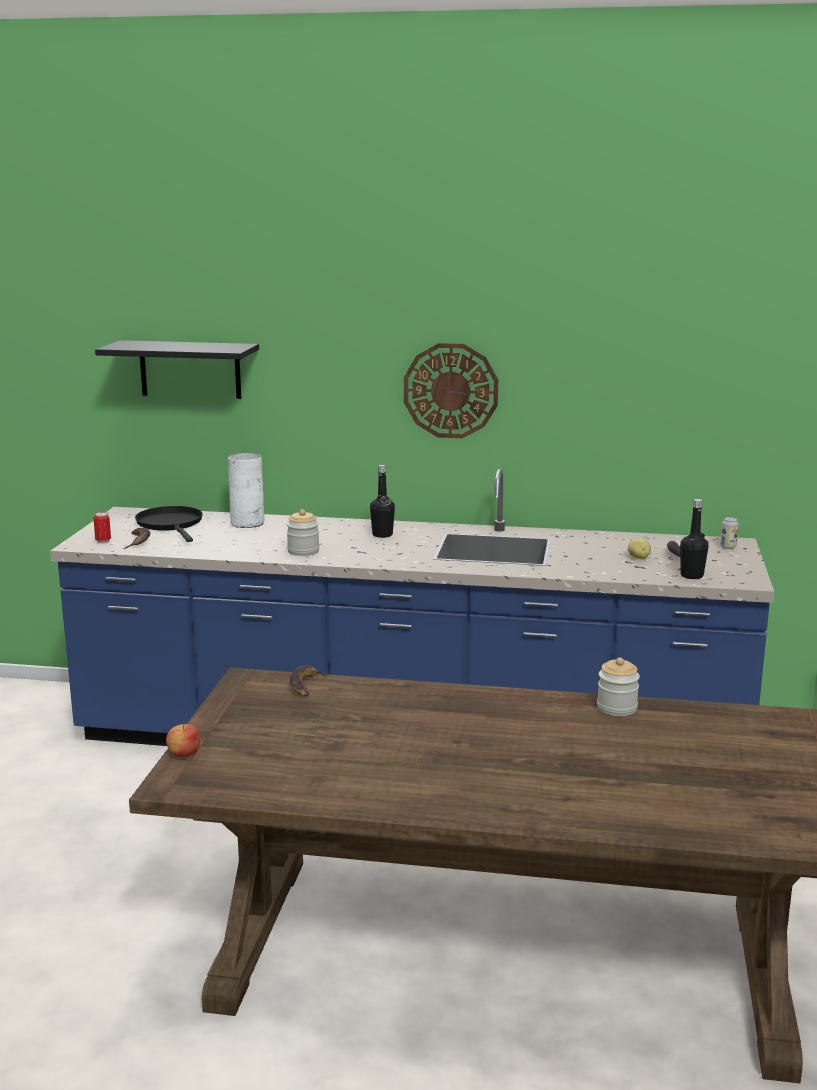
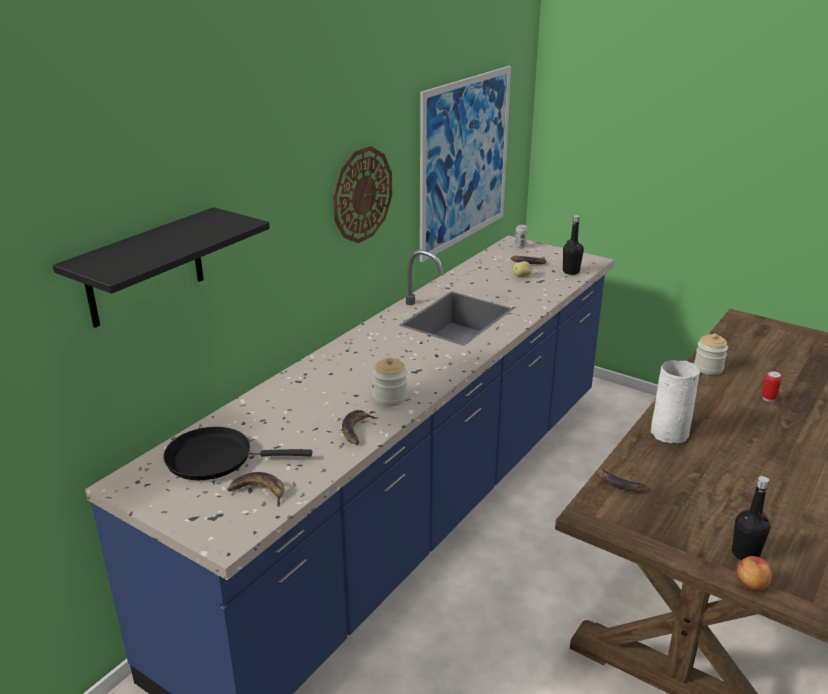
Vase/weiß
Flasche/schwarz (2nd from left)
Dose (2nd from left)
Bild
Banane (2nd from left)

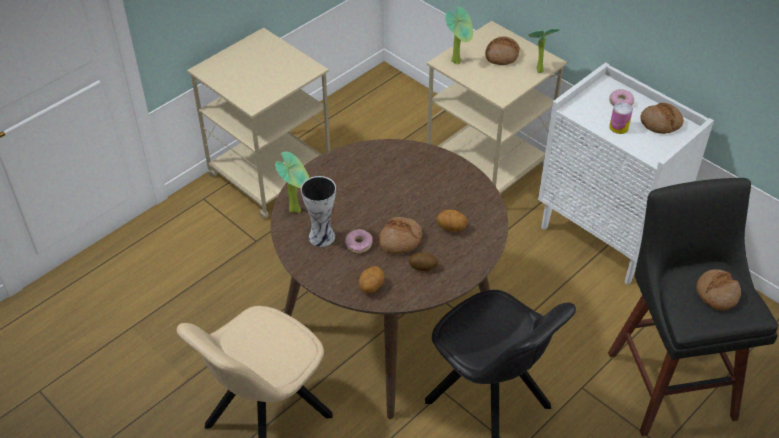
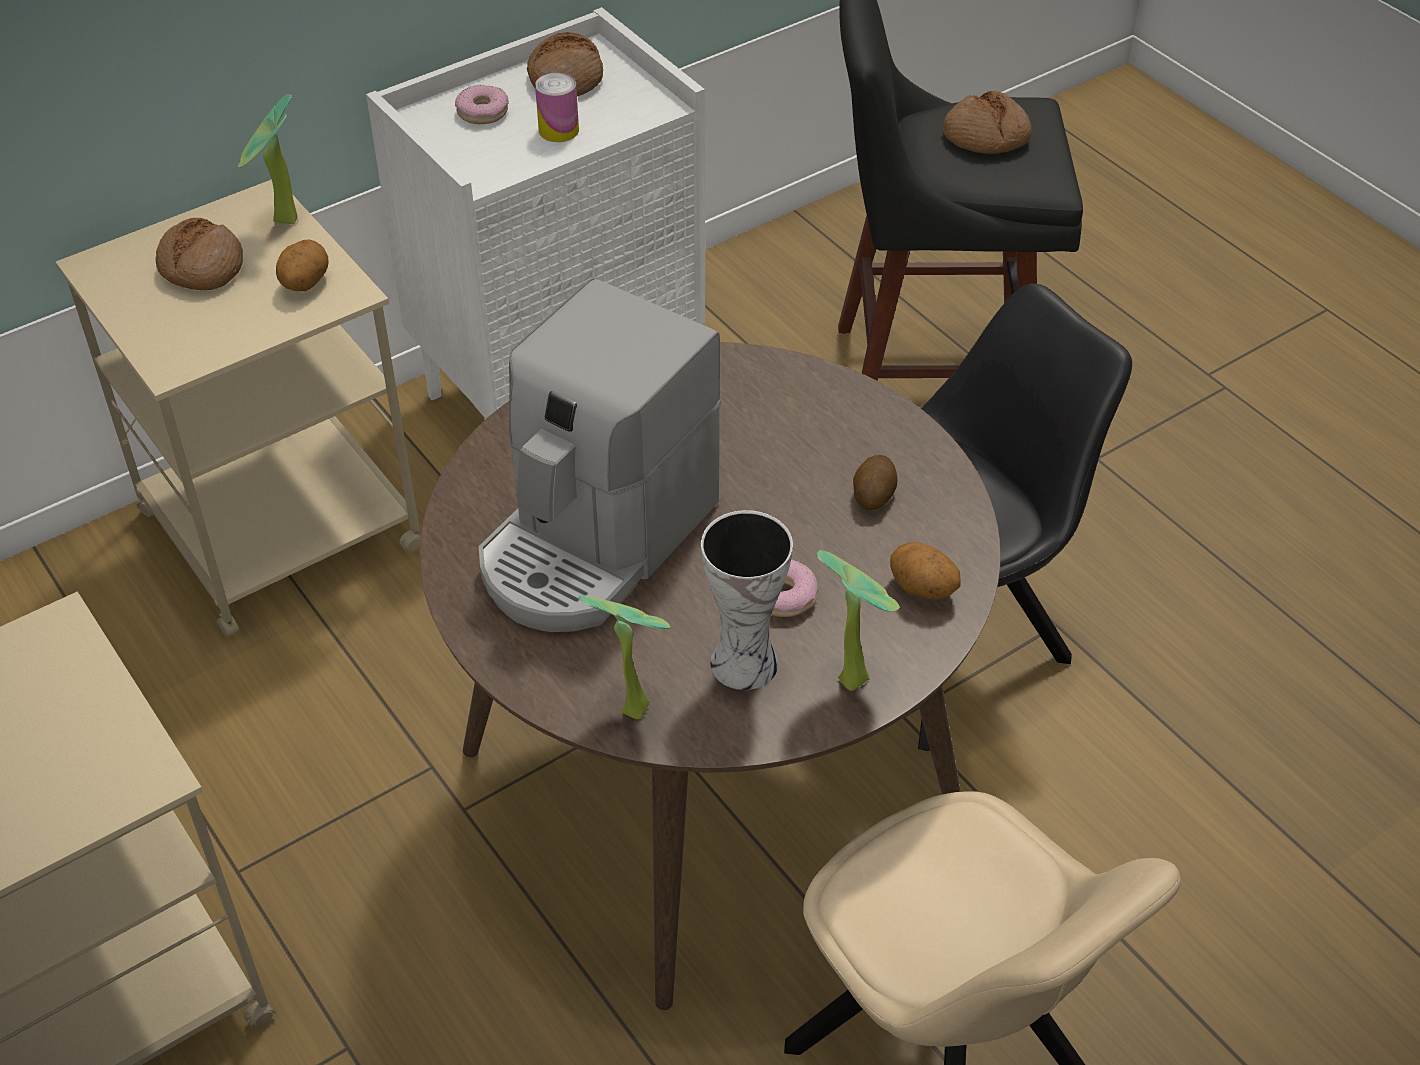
Topfpflanze (3rd from left)
Kartoffel (1st from left)
Brot (1st from left in the first image)
Kaffeemaschine

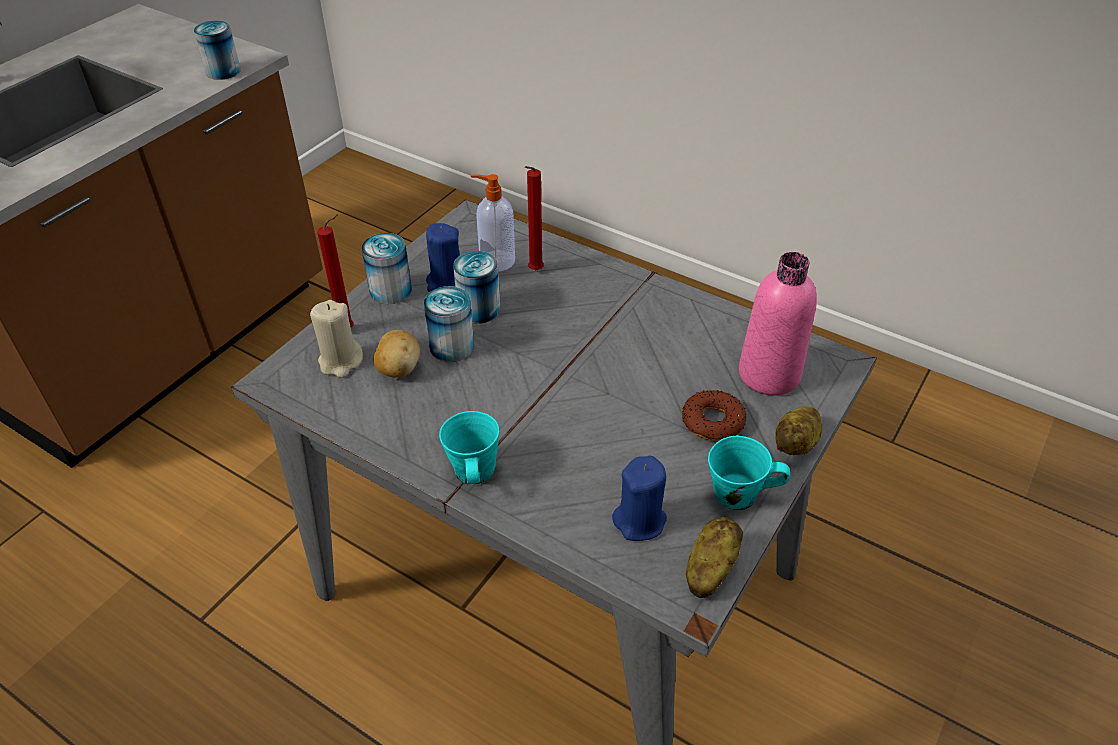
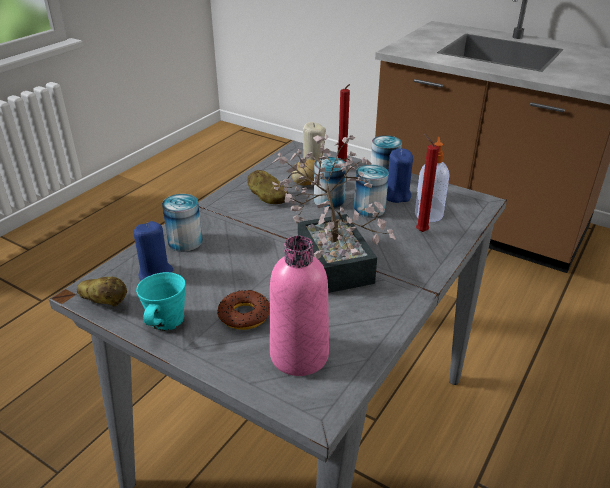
Dose (1st from left)
Kartoffel (2nd from left)
Henkelbecher/türkis (1st from left in the first image)
Topfpflanze

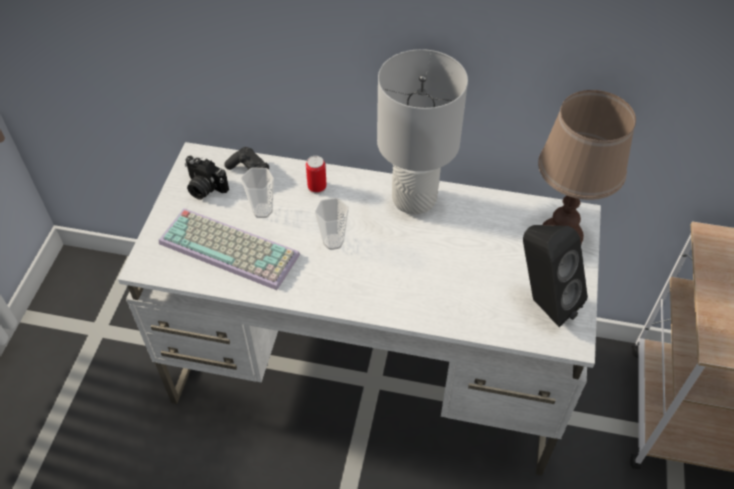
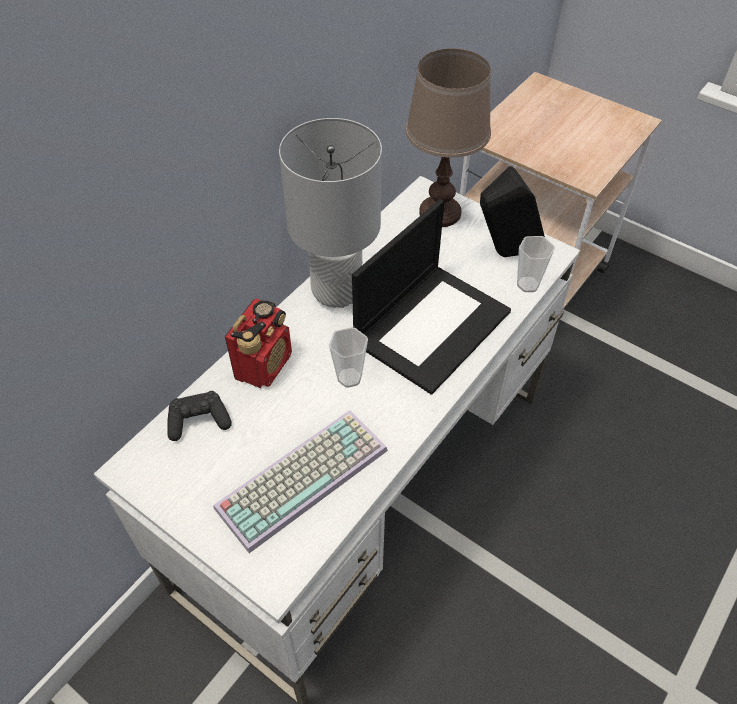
Kamera
Radio
Tasse (2nd from left)
Laptop

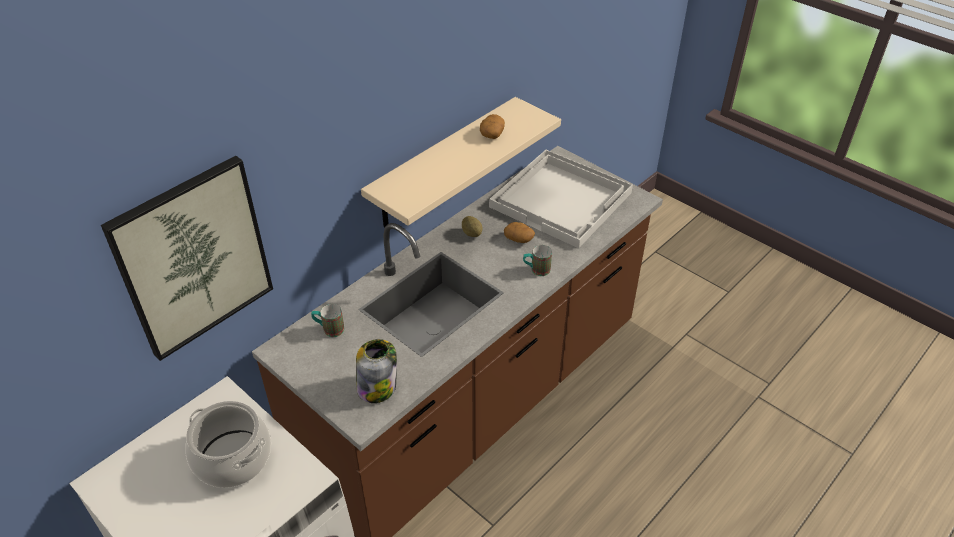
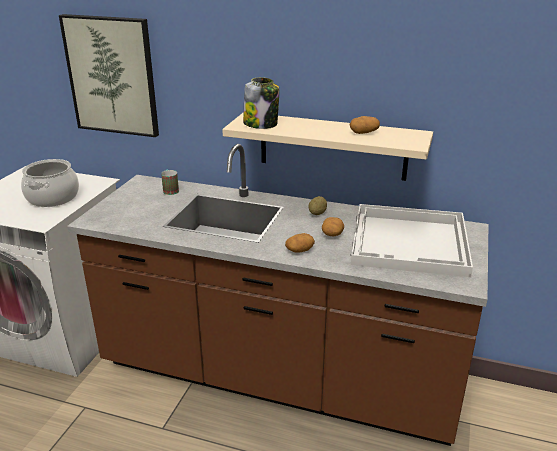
Kartoffel (1st from left)
Vorratsglas

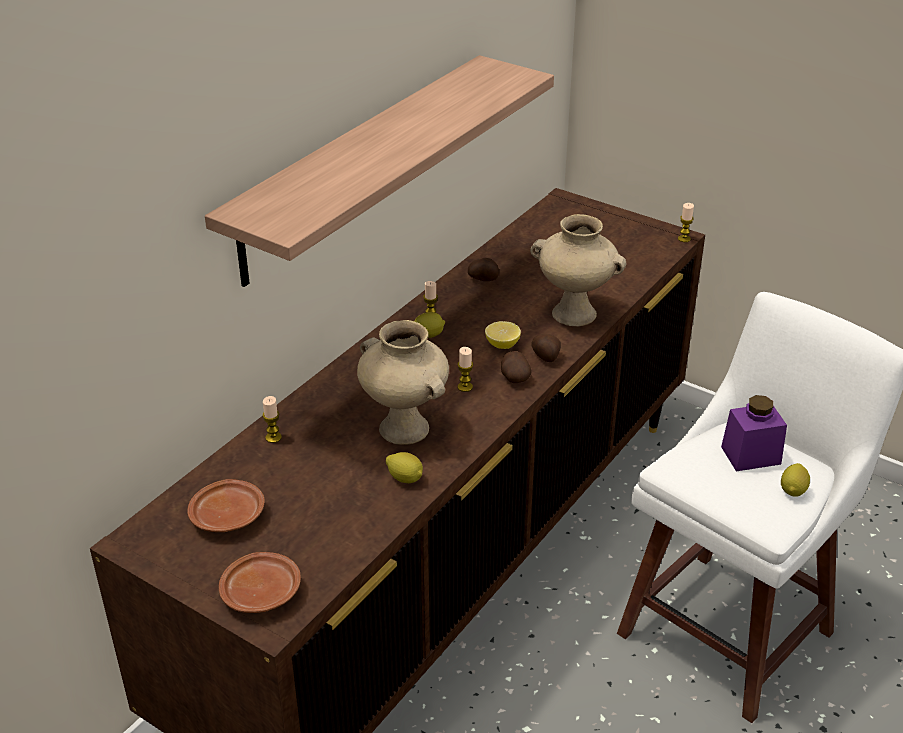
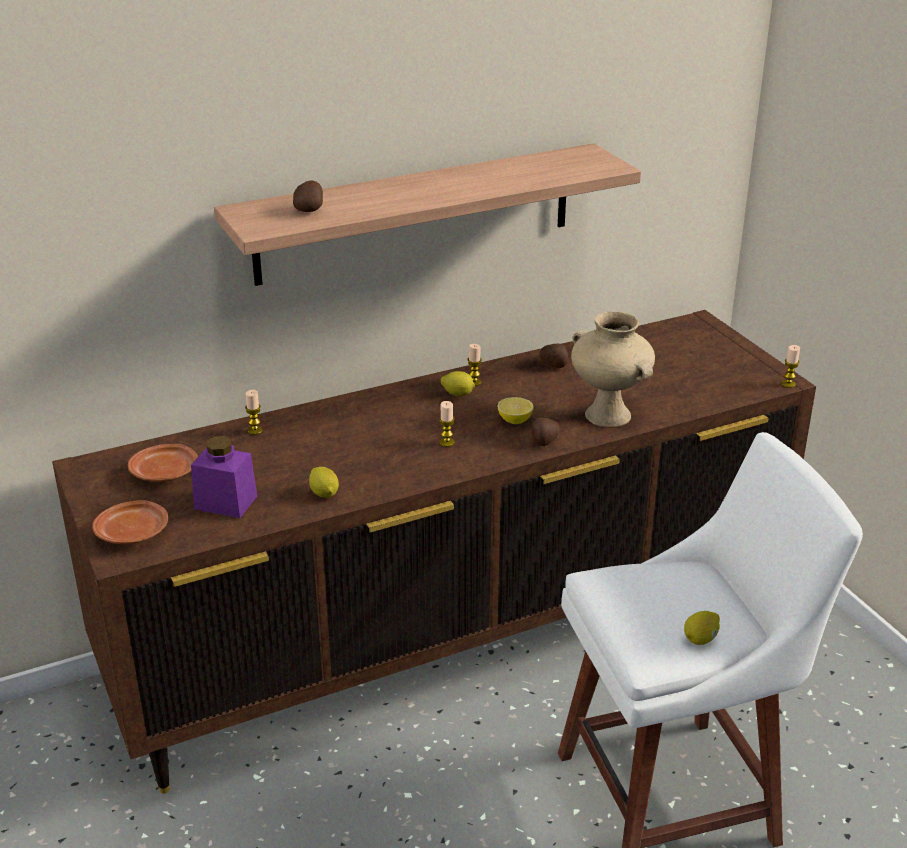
Vase/beige (1st from left in the first image)
Kartoffel (1st from left)
Vorratsglas/lila

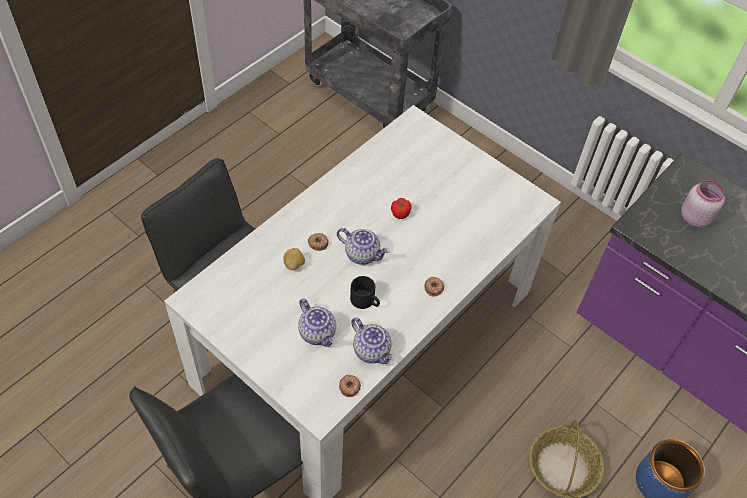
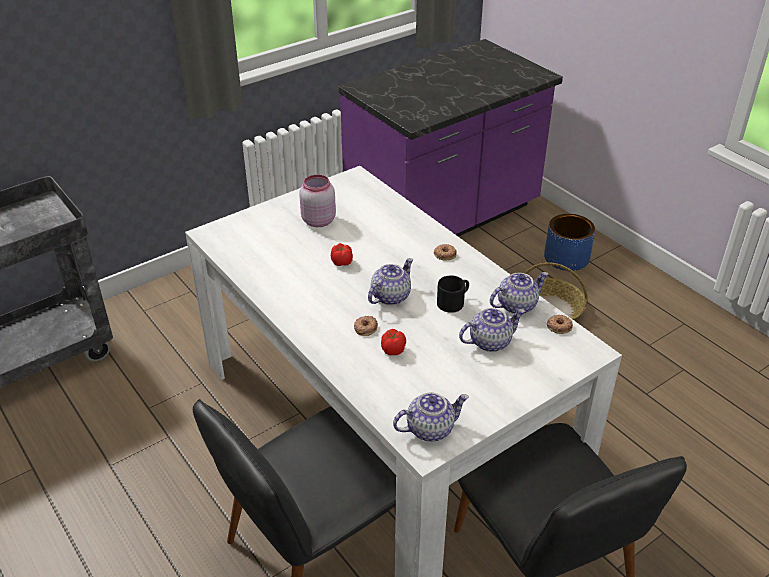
Vorratsglas/rosa
Tomate (2nd from left)
Teekanne (2nd from left)

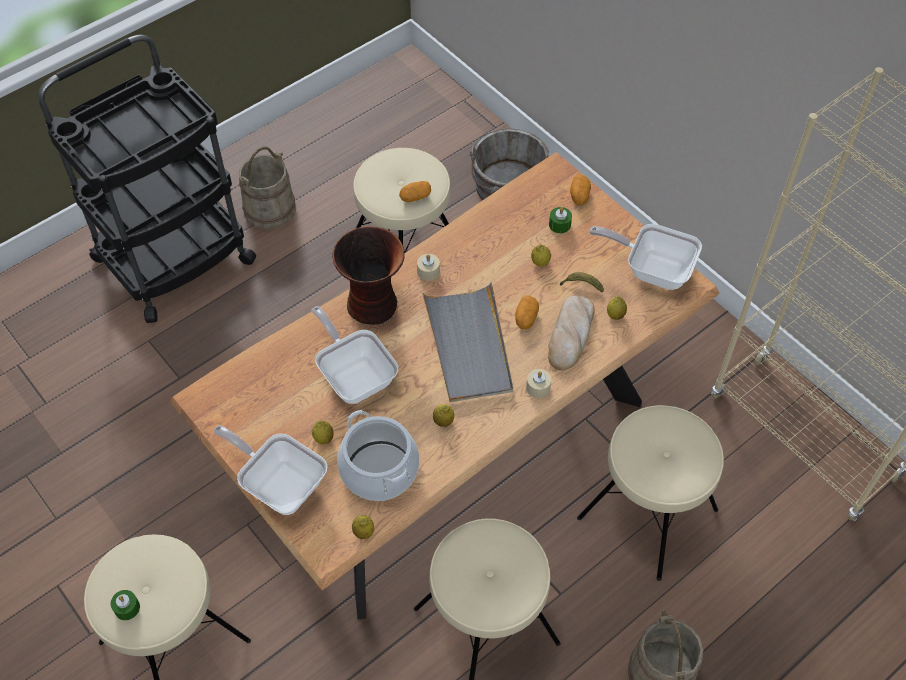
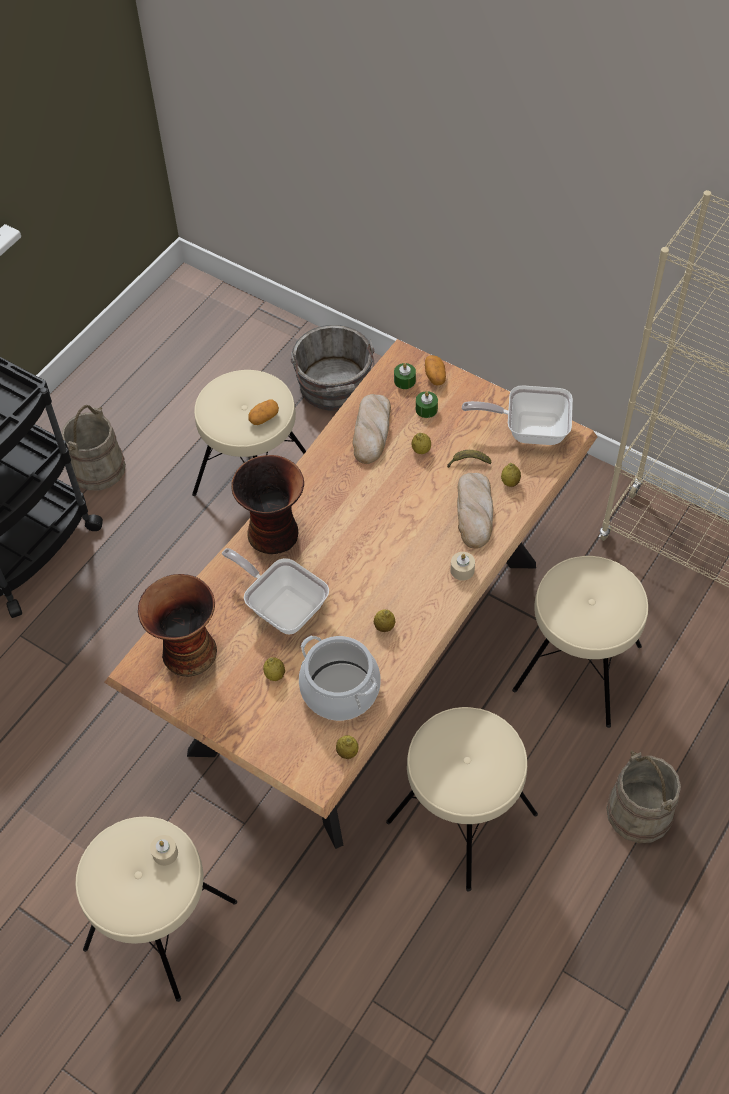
Kerze/beige (1st from left)
Tablett/grau
Kartoffel (2nd from left in the first image)
Pfanne (1st from left in the first image)
Kerze/grün (1st from left)
Brot (1st from left)
Vase (1st from left)

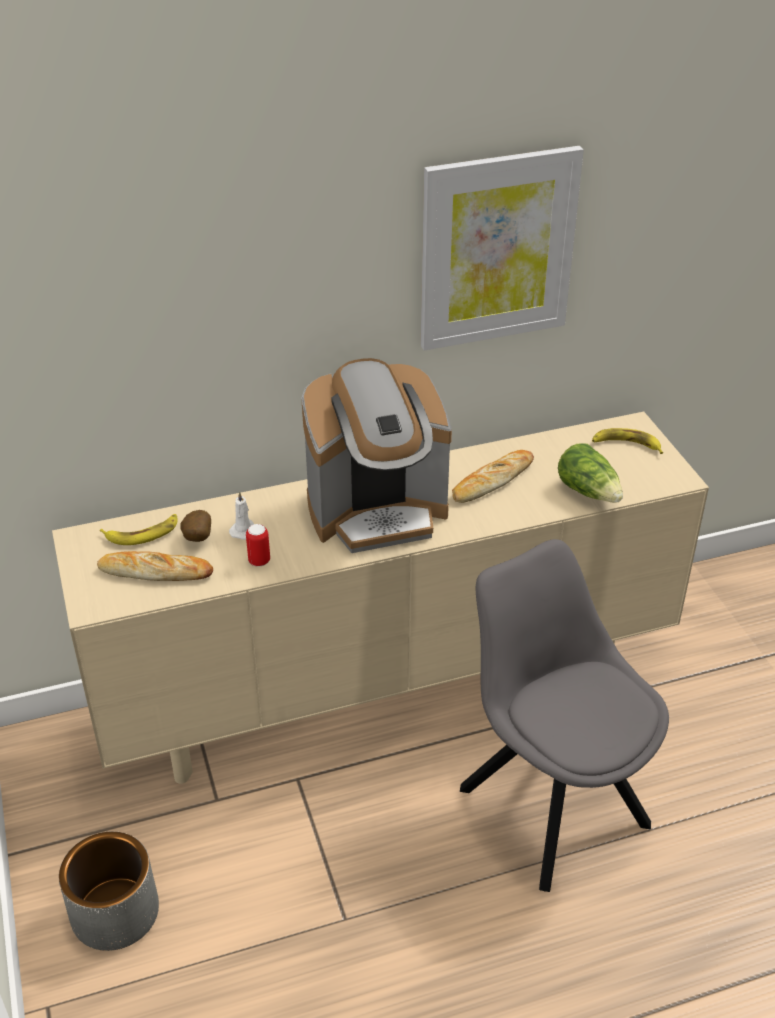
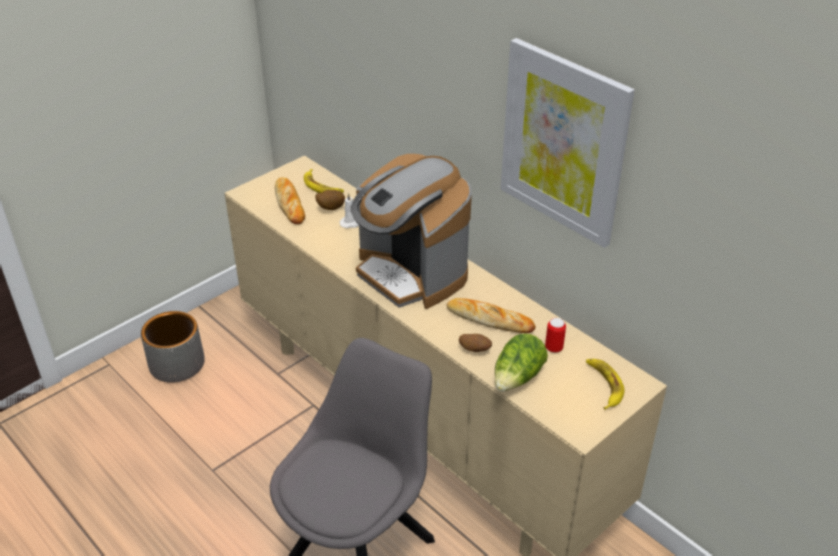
Dose
Kartoffel (2nd from left)

